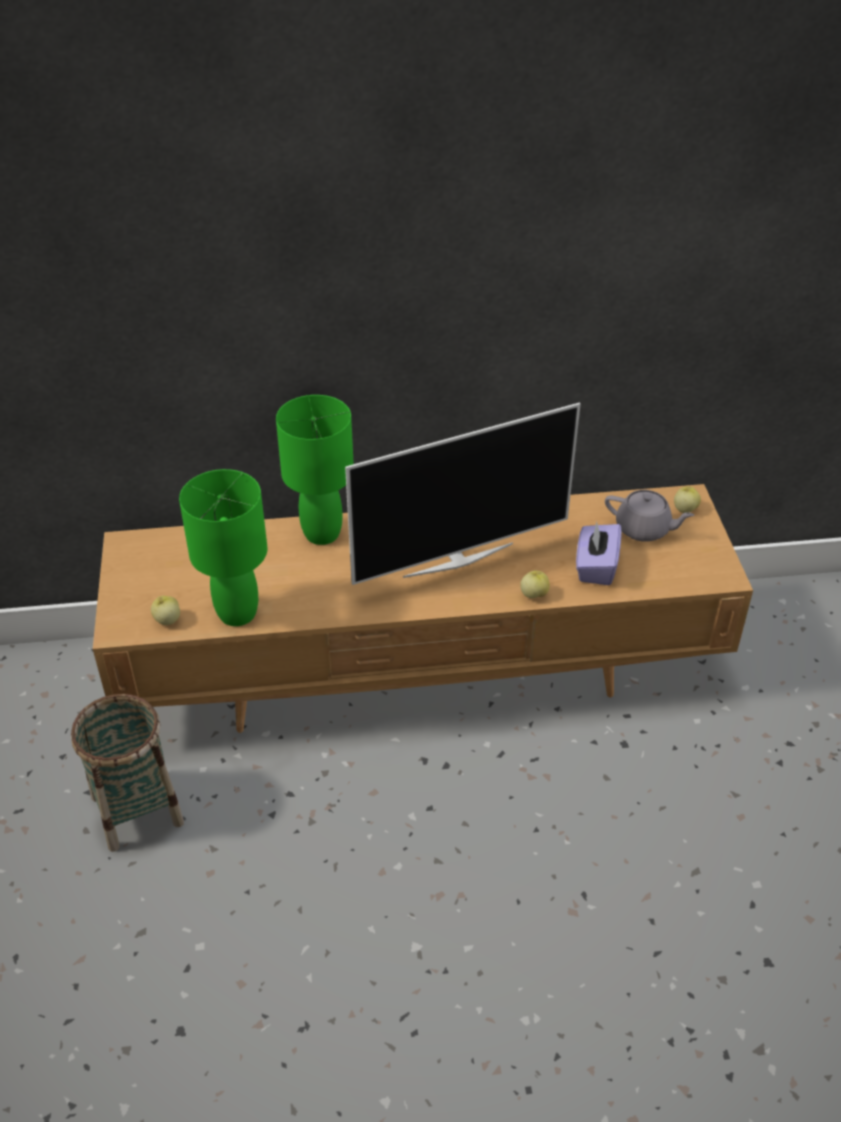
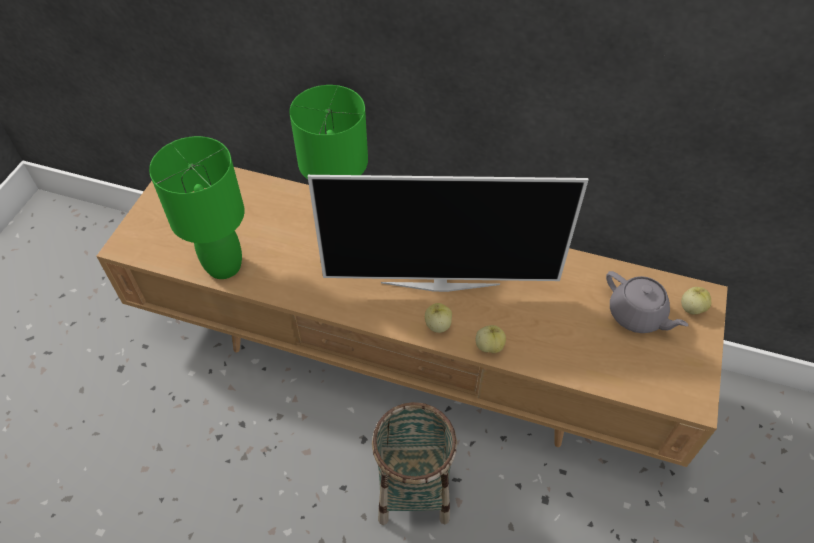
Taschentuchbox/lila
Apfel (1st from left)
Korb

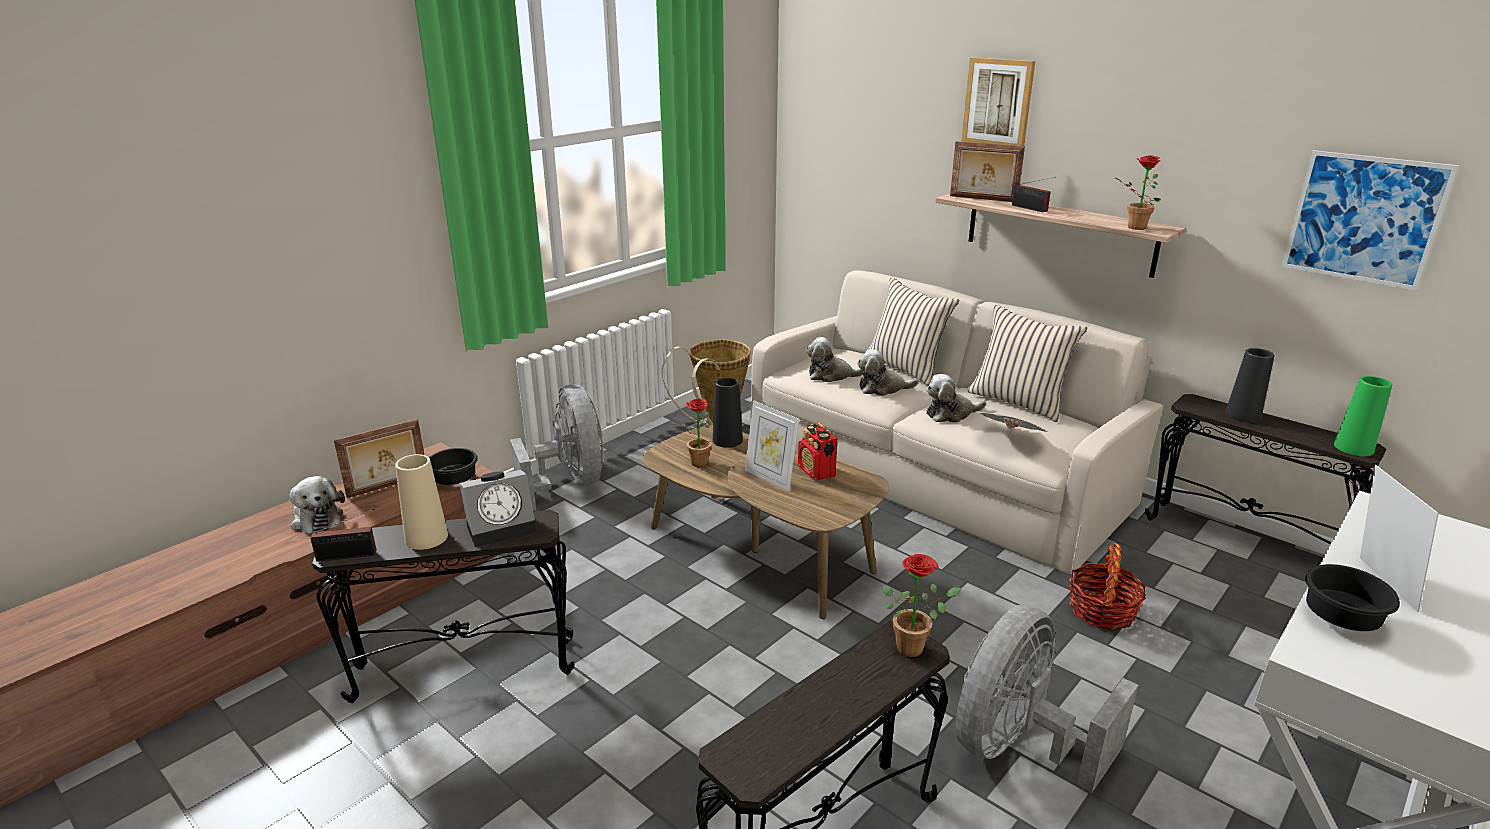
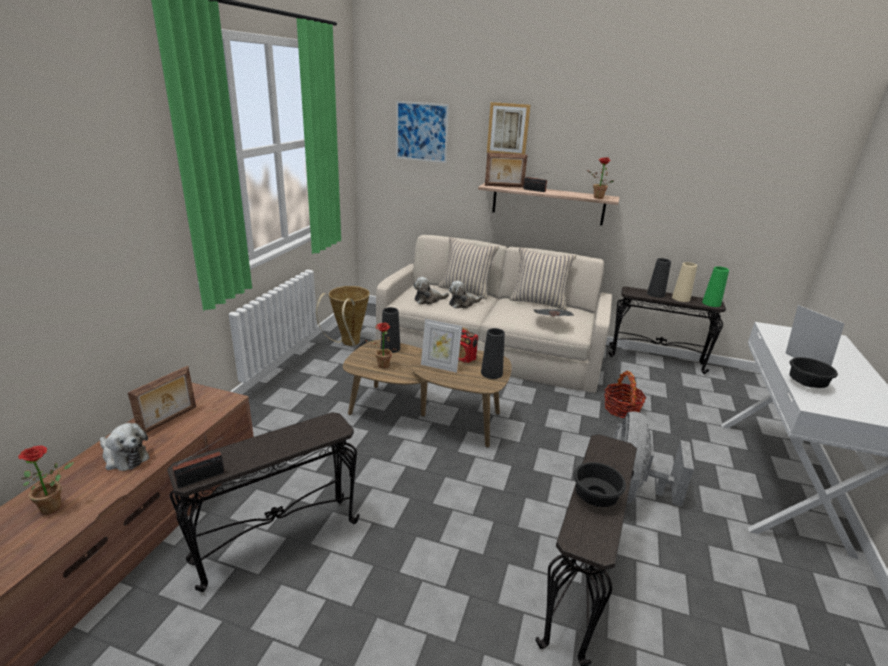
Bild (1st from left)
Plüschtier (4th from left in the first image)
Ventilator/grau (1st from left in the first image)
Schüssel/schwarz (1st from left)
Vase/beige
Wecker
Topfpflanze (1st from left)
Vase/schwarz (2nd from left)

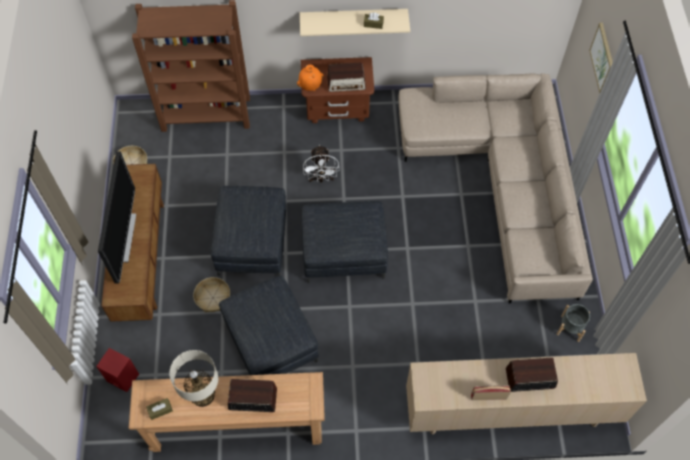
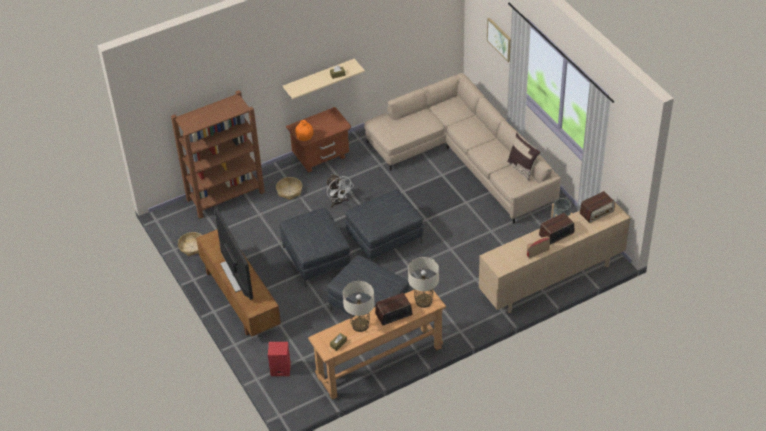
Radio (4th from left)
Korb (2nd from left)
Kissen
Tischlampe (2nd from left)

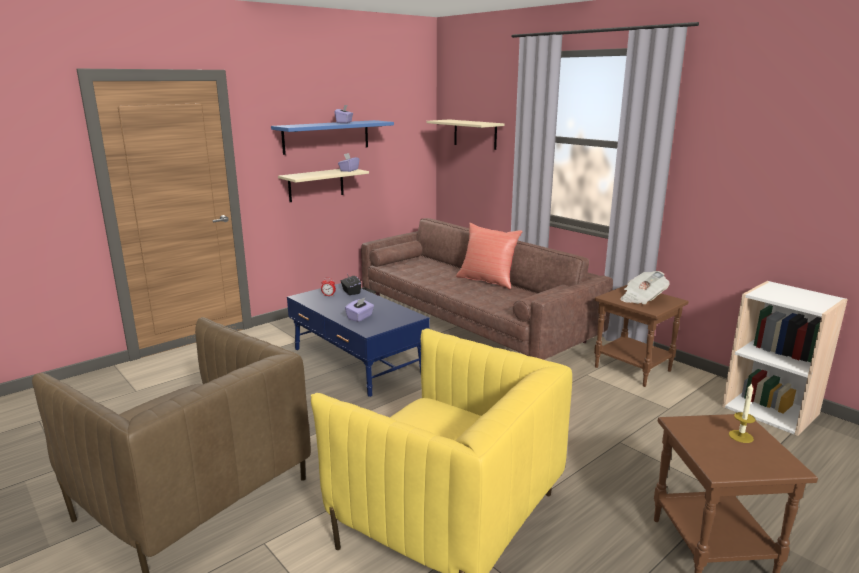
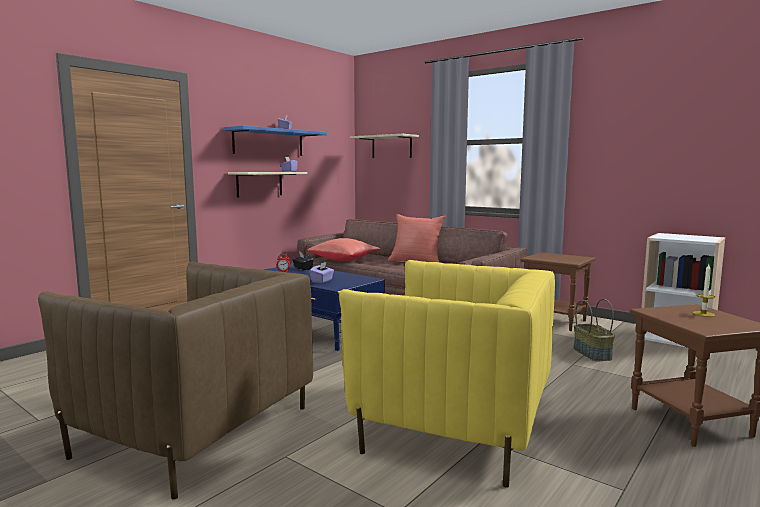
Zeitung
Kissen/rot (1st from left)
Korb

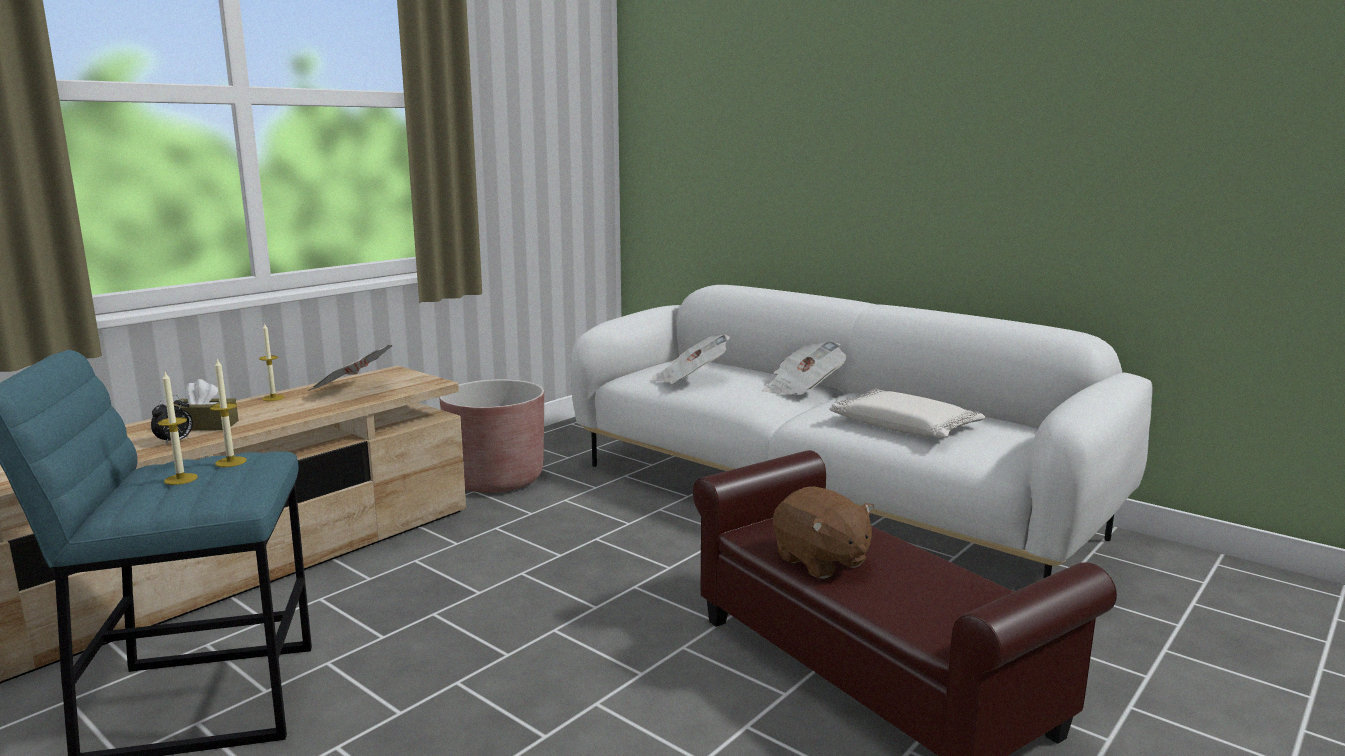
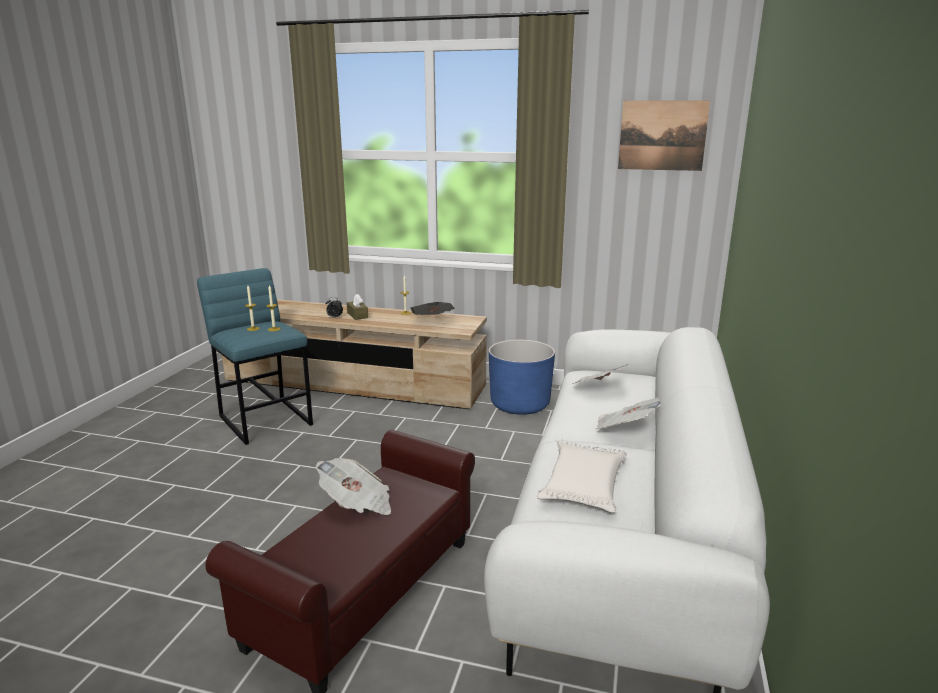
Pflanzkübel/blau
Zeitung (1st from left)
Bild

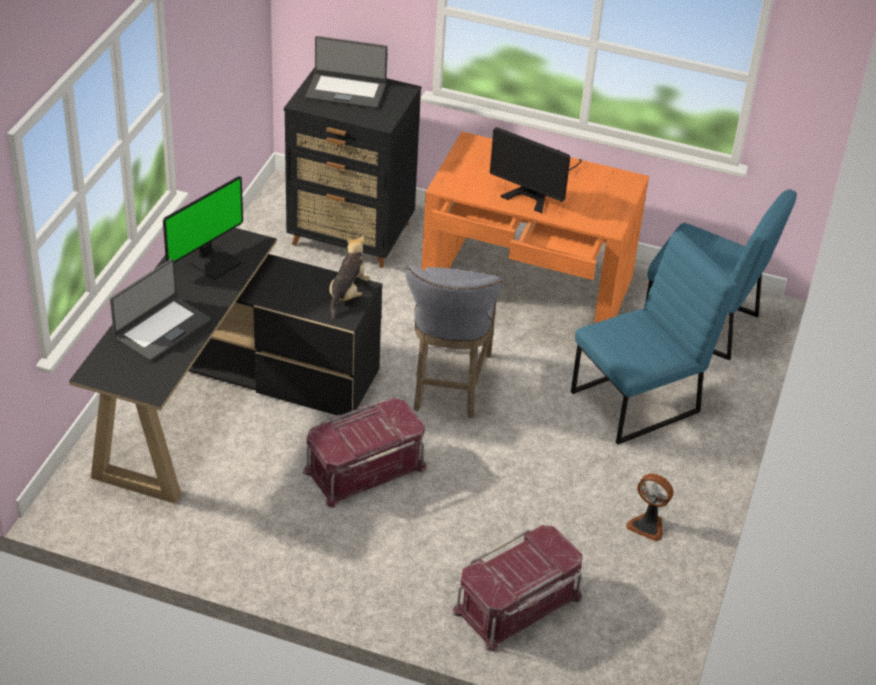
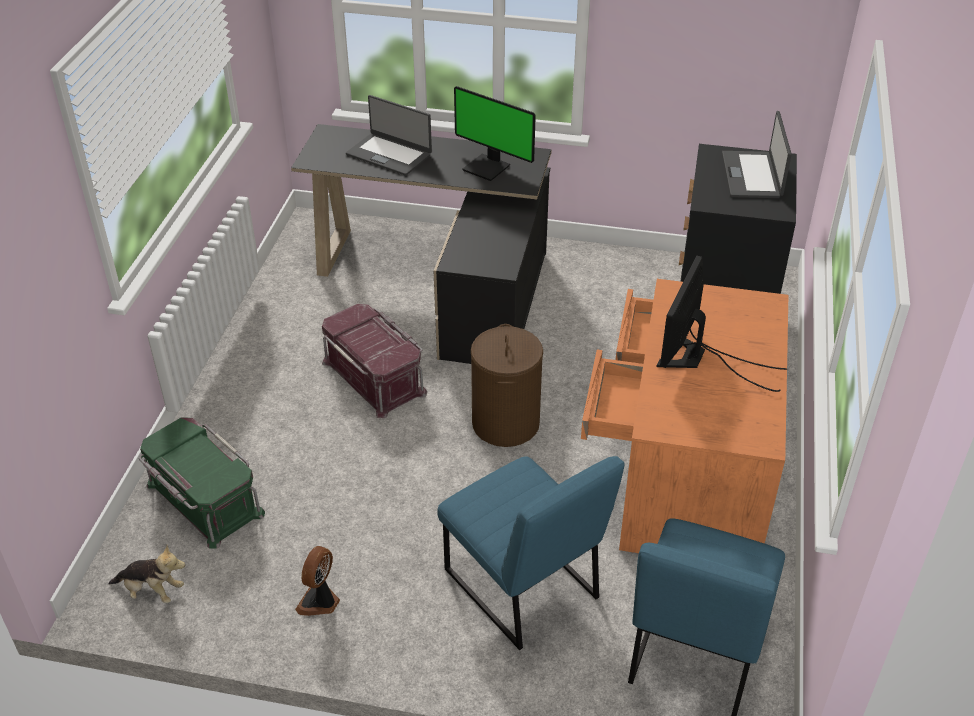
Plüschtier
Wäschekorb/braun
Aufbewahrungsbox/grün

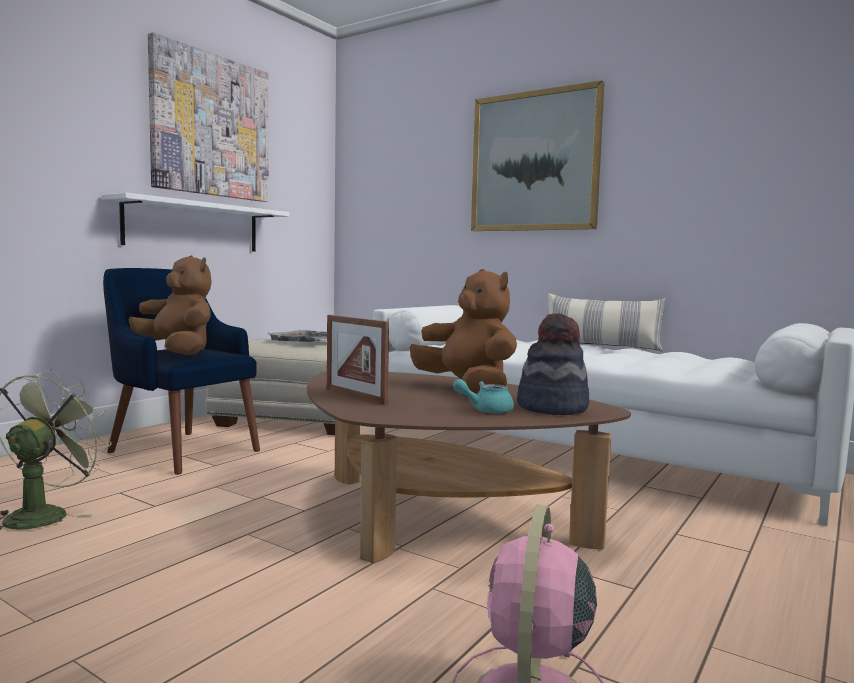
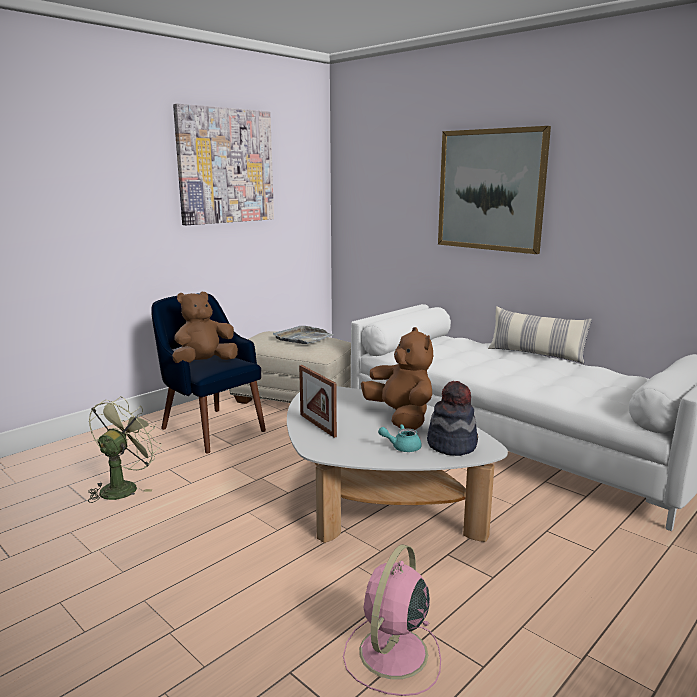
Wandregal/weiß
Plüschtier/braun (1st from left)
Couchtisch/weiß

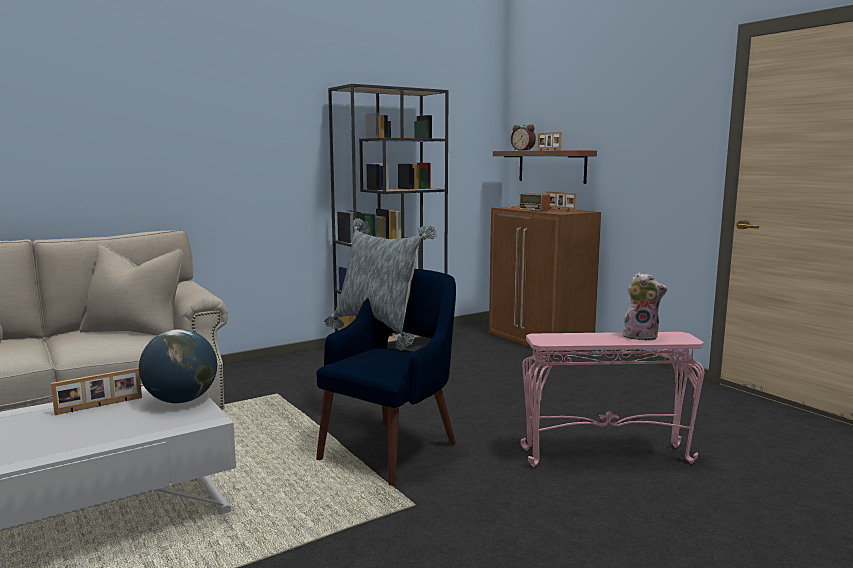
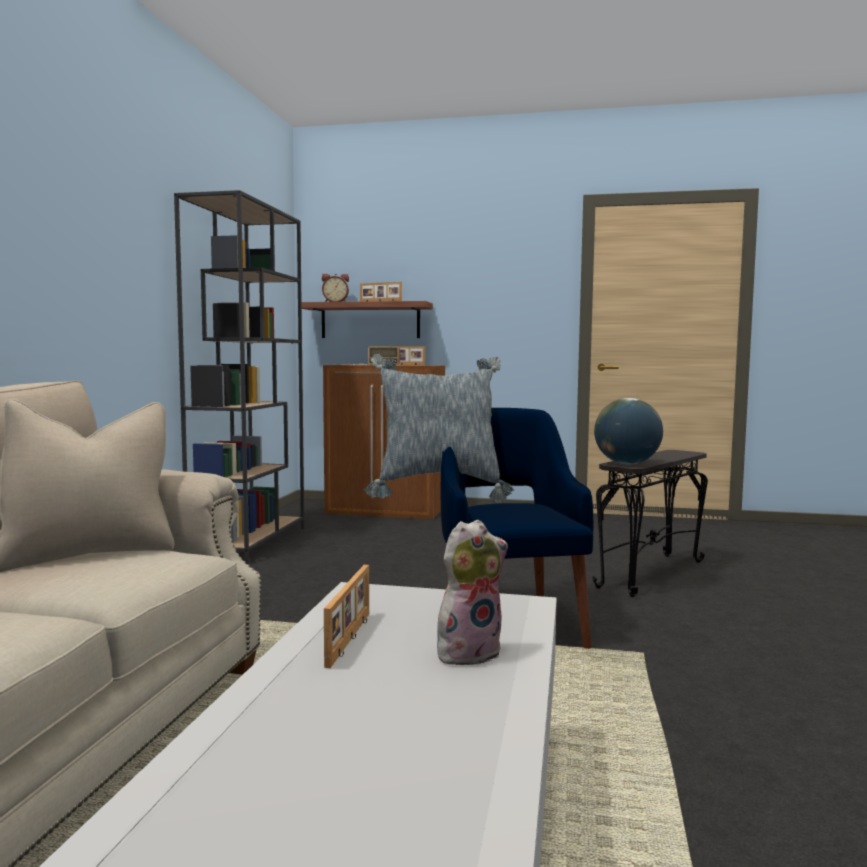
Plüschtier
Globus
Beistelltisch/schwarz

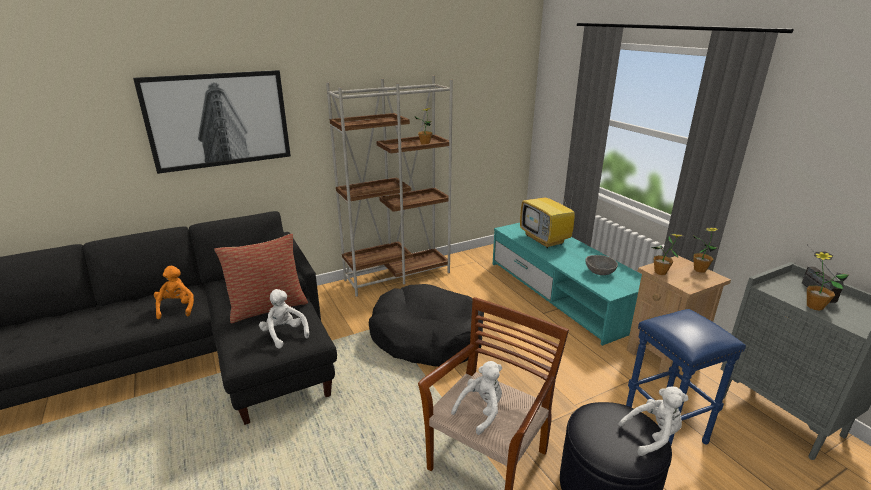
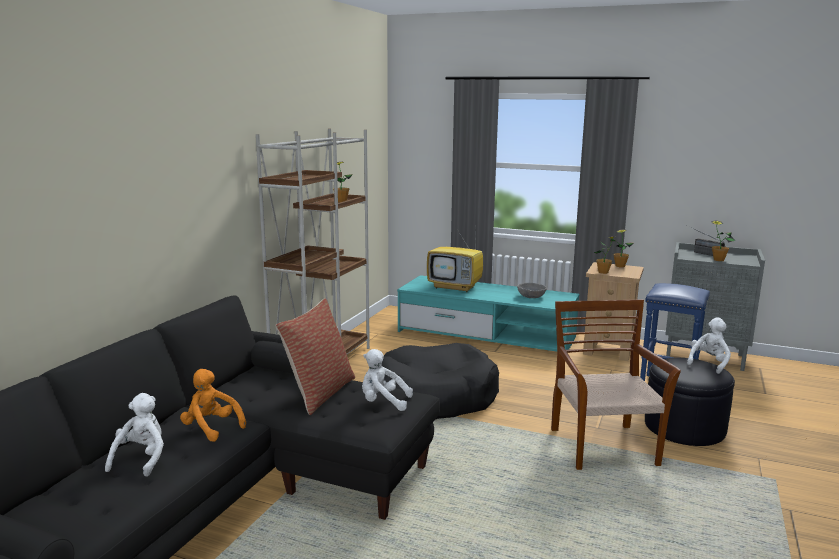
Bild
Plüschtier/weiß (1st from left)

